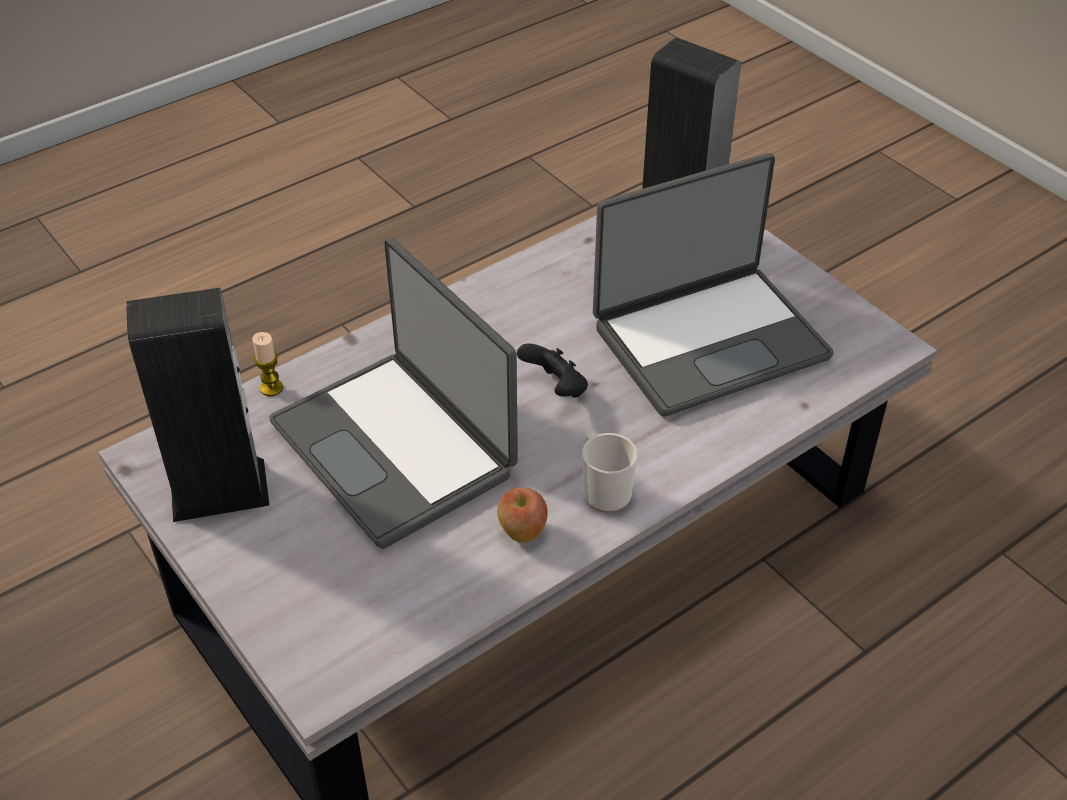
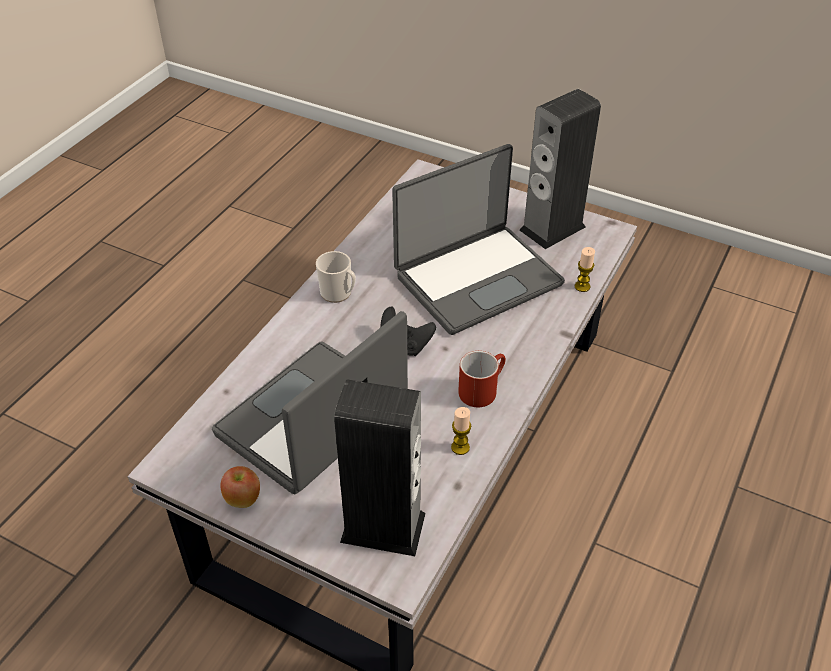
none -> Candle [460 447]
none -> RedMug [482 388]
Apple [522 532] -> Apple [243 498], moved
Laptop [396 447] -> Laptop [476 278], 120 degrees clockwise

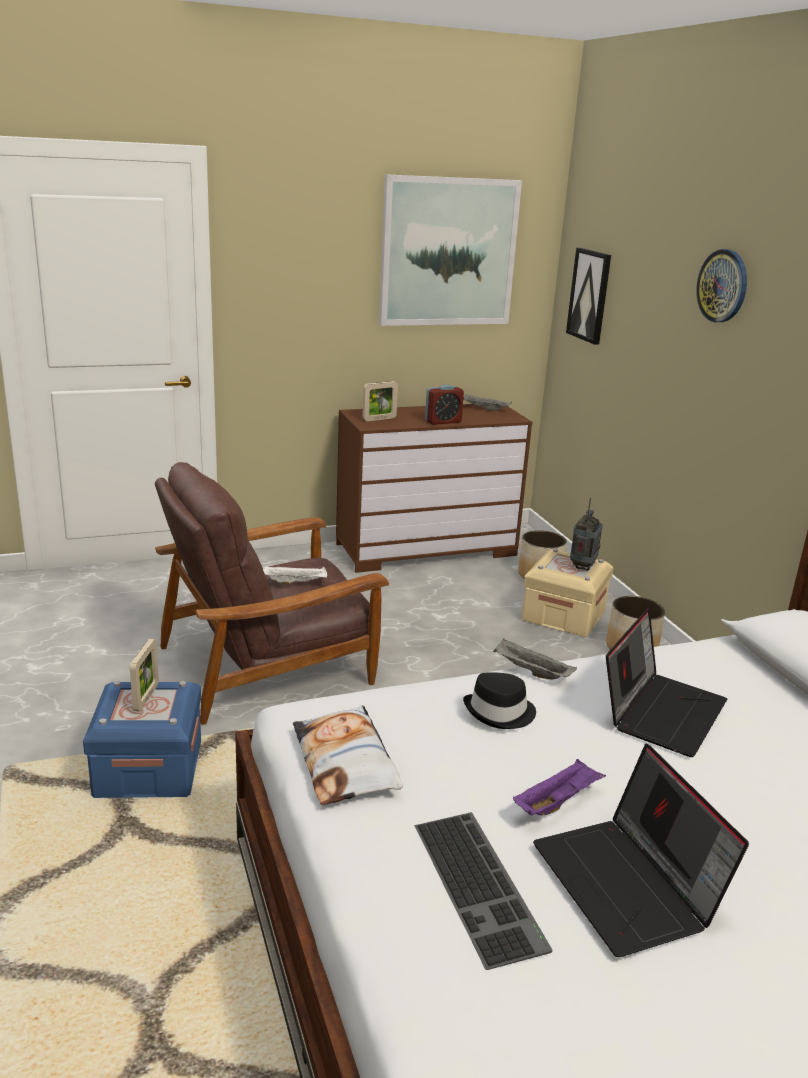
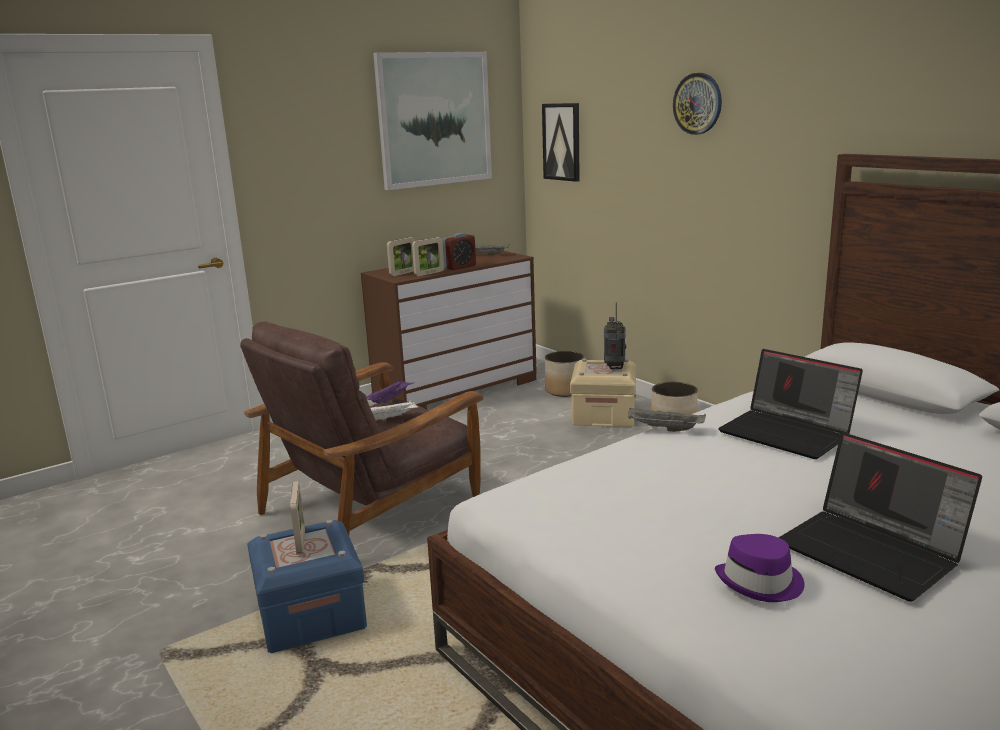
Pillow [346 763] -> none
BlackHat [500 712] -> none
none -> PictureFrame [429 273]
PurpleTray [557 802] -> PurpleTray [390 400], moved
Keyboard [482 885] -> PurpleHat [761 582]
Laptop [661 711] -> Laptop [788 433], 120 degrees clockwise

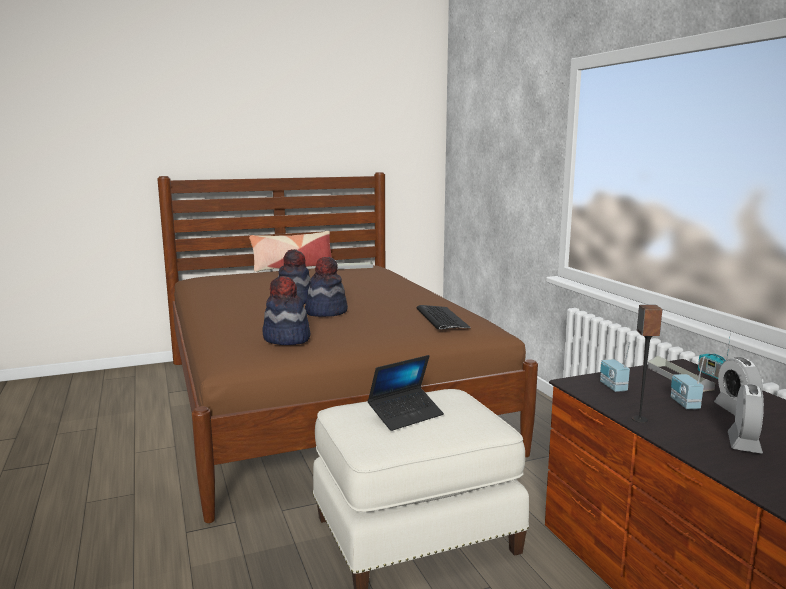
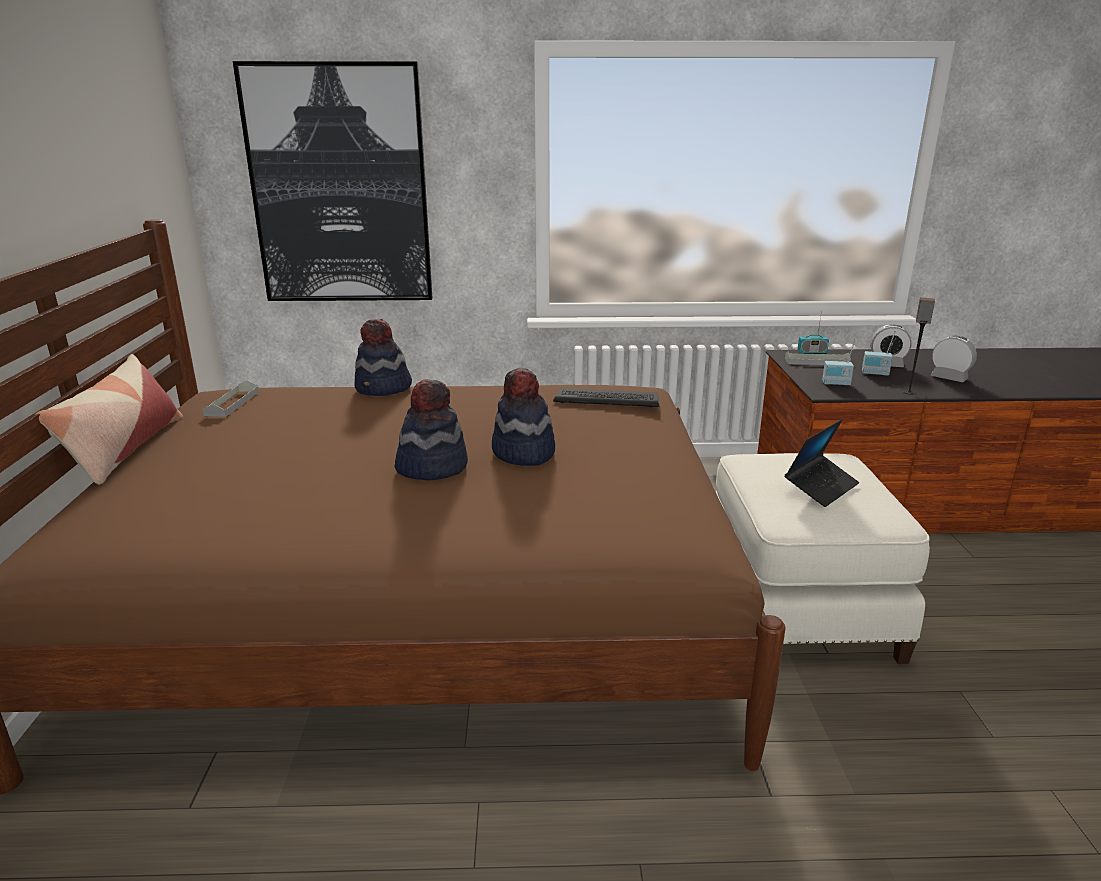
none -> Picture [340 187]
Hat [286 339] -> Hat [383 388], moved
Laptop [406 415] -> Laptop [821 487], 60 degrees clockwise

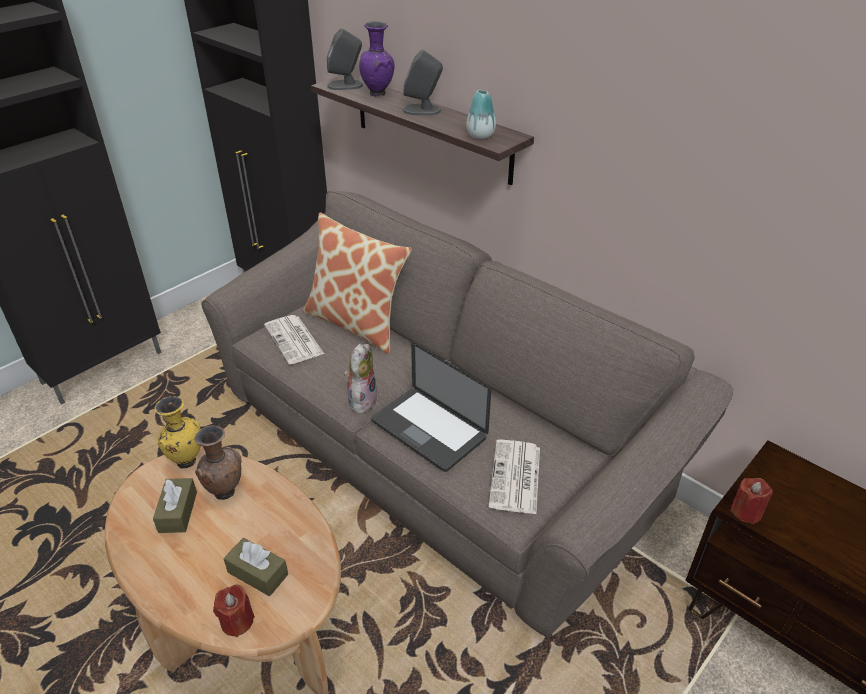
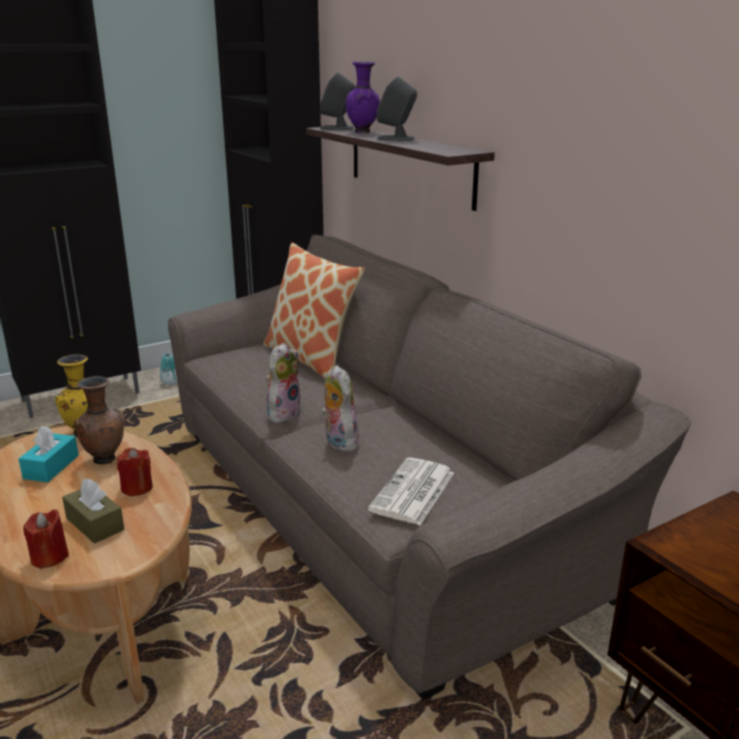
Newspaper [294 340] -> none
Vase [480 135] -> Vase [170 383], moved
RedCandle [746 511] -> RedCandle [137 488], moved
Laptop [428 429] -> PlushToy [338 442]
BrownTissueBox [178 512] -> TurquoiseTissueBox [51 467]

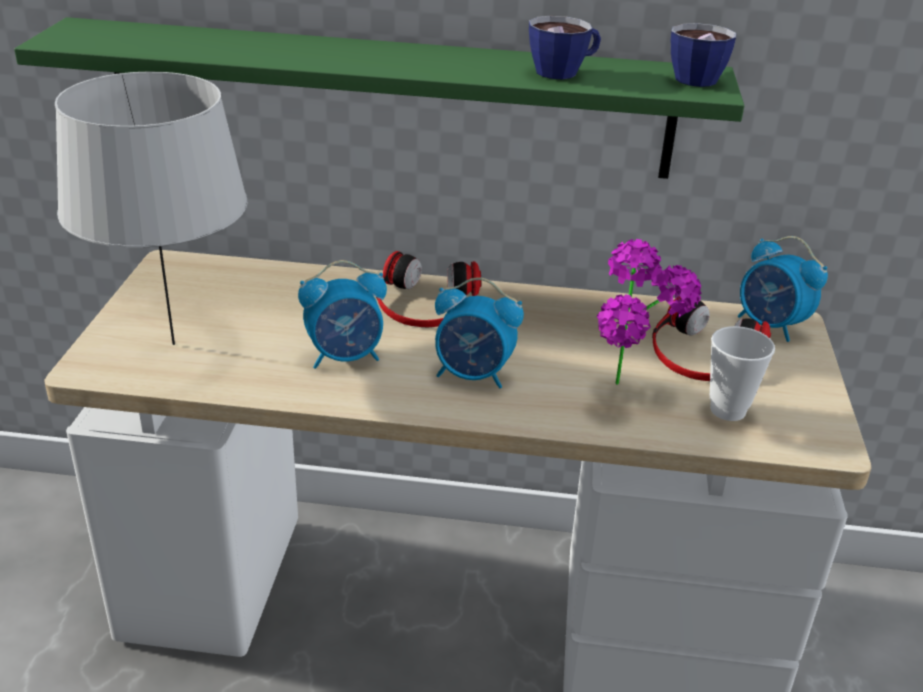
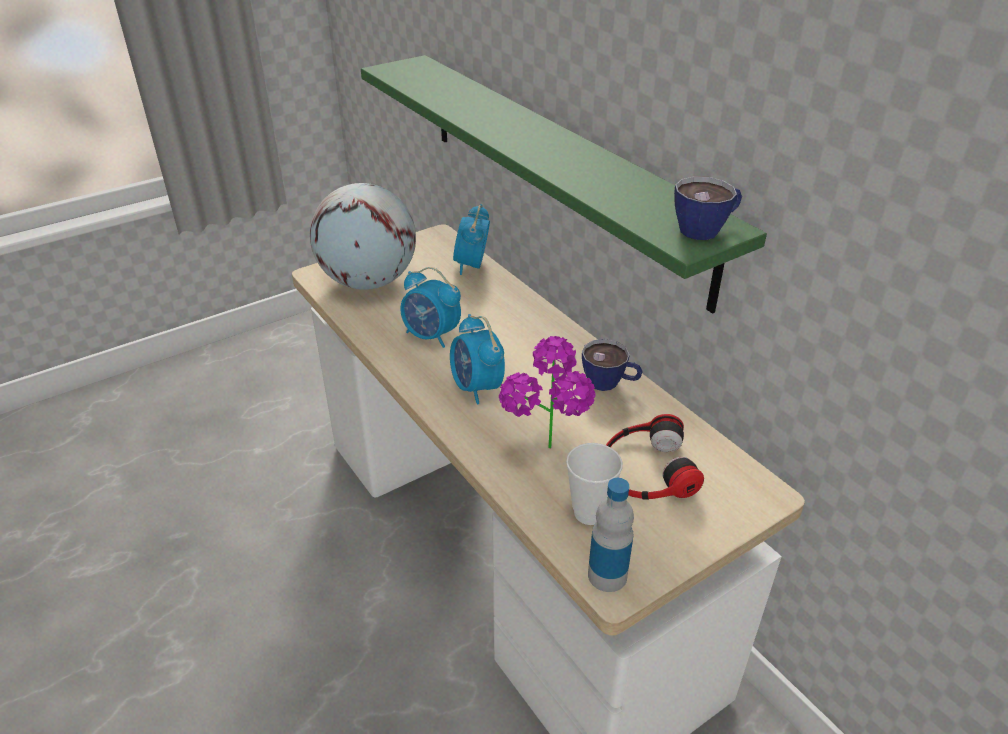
Headphones [426 303] -> none
none -> Bottle [607 575]
Cup [564 72] -> Cup [610 383], moved
AlarmClock [771 326] -> AlarmClock [472 265], moved
GreyTableLamp [173 344] -> Globe [369 281]

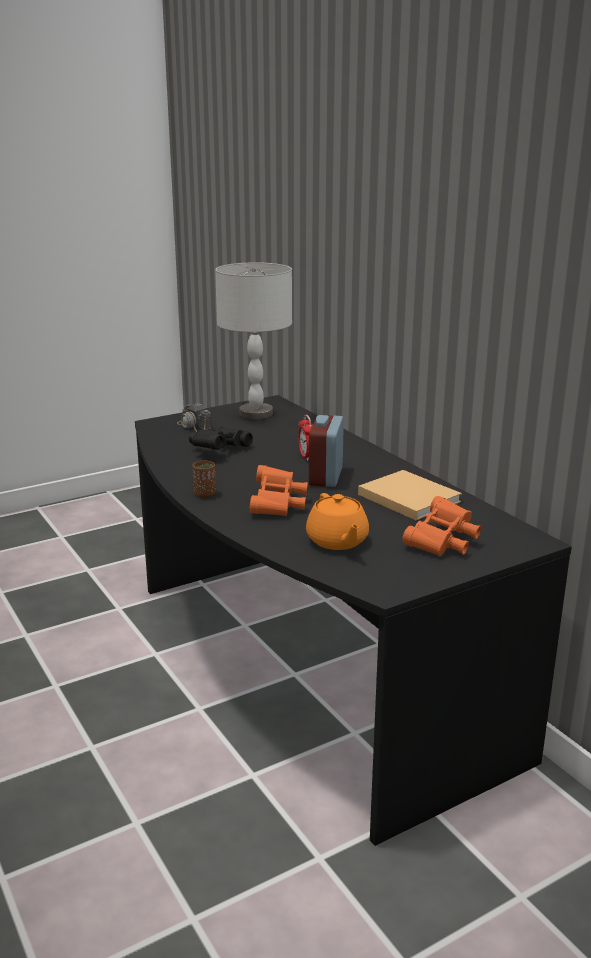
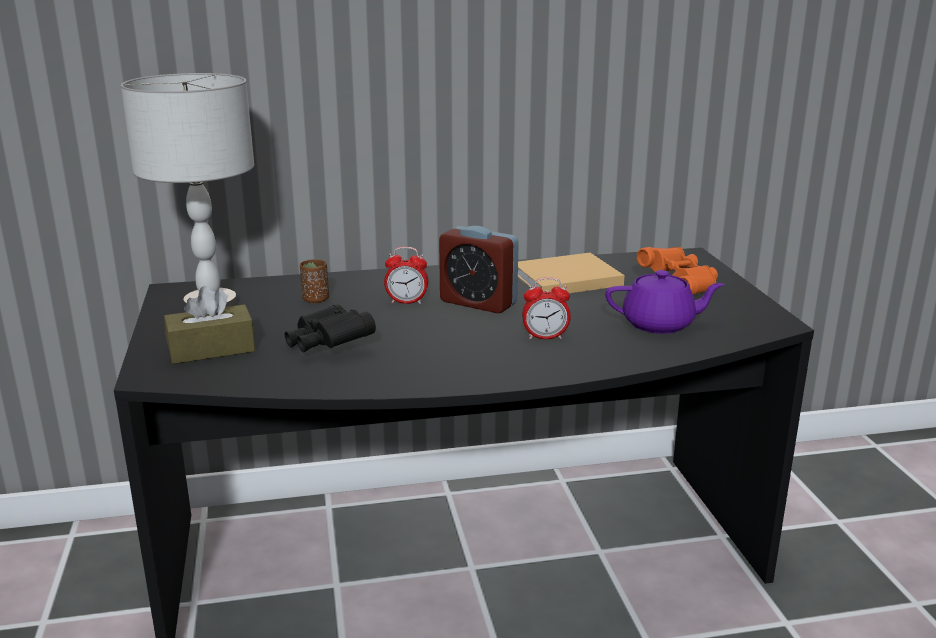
BrownCup [204 494] -> BrownCup [315 299], moved
PhotoCamera [194 427] -> BrownTissueBox [211 349]
OrangeBinoculars [278 505] -> AlarmClock [545 337]
OrangeTeapot [337 541] -> PurpleTeapot [659 324]

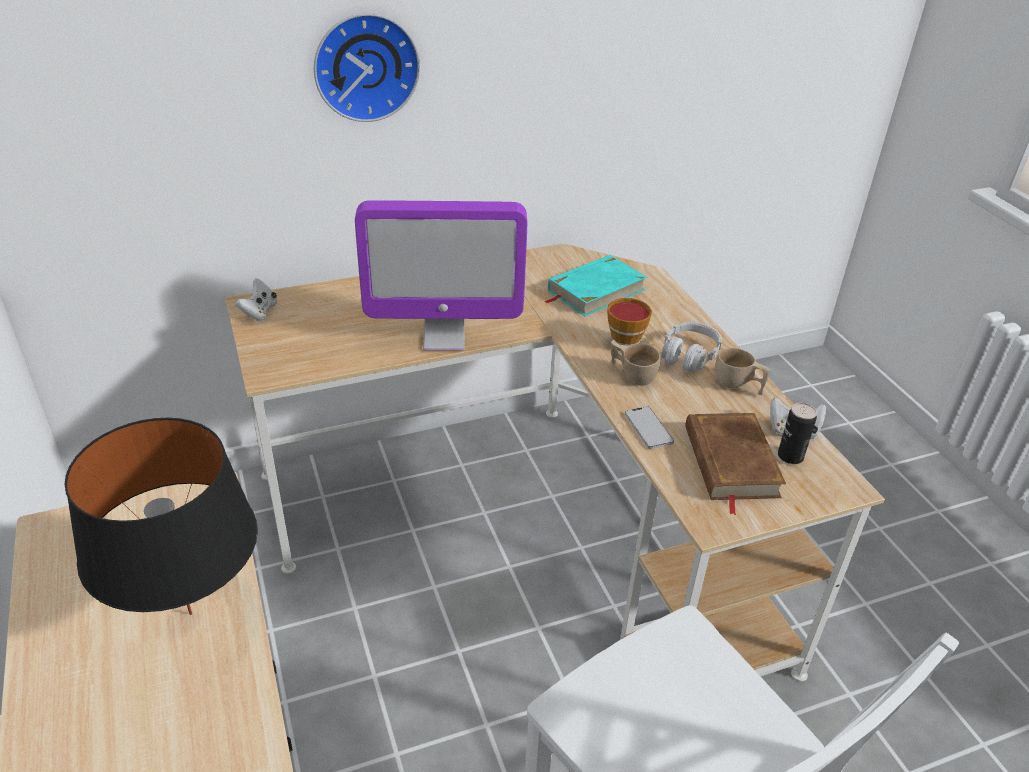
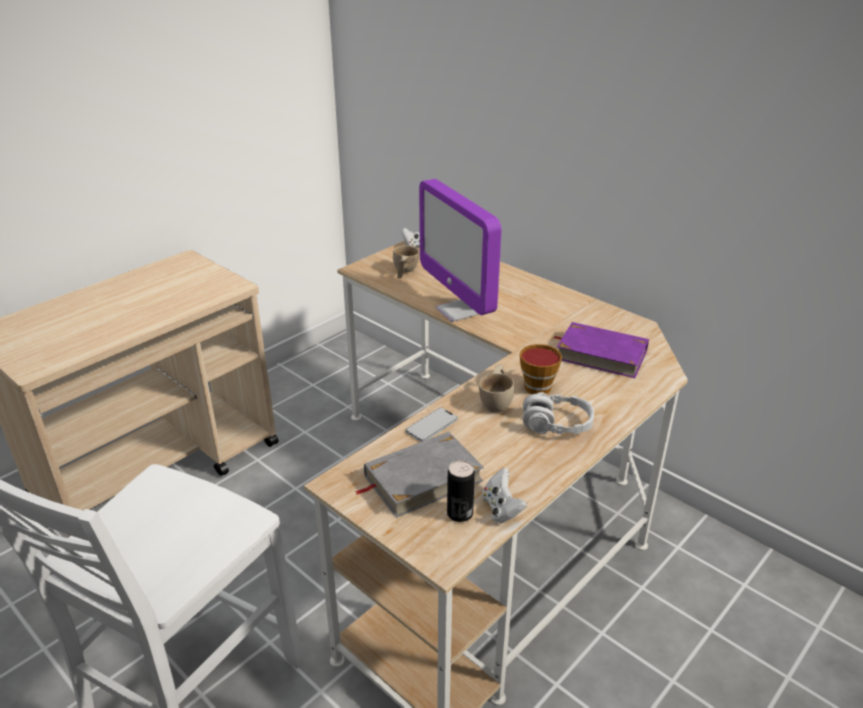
BlackTableLamp [191 613] -> none
WallClock [365 66] -> none
BeigeCup [738 385] -> BeigeCup [404 272], moved
TurquoiseBook [595 290] -> PurpleBook [601 354]
BrownBook [730 462] -> GreyBook [422 478]

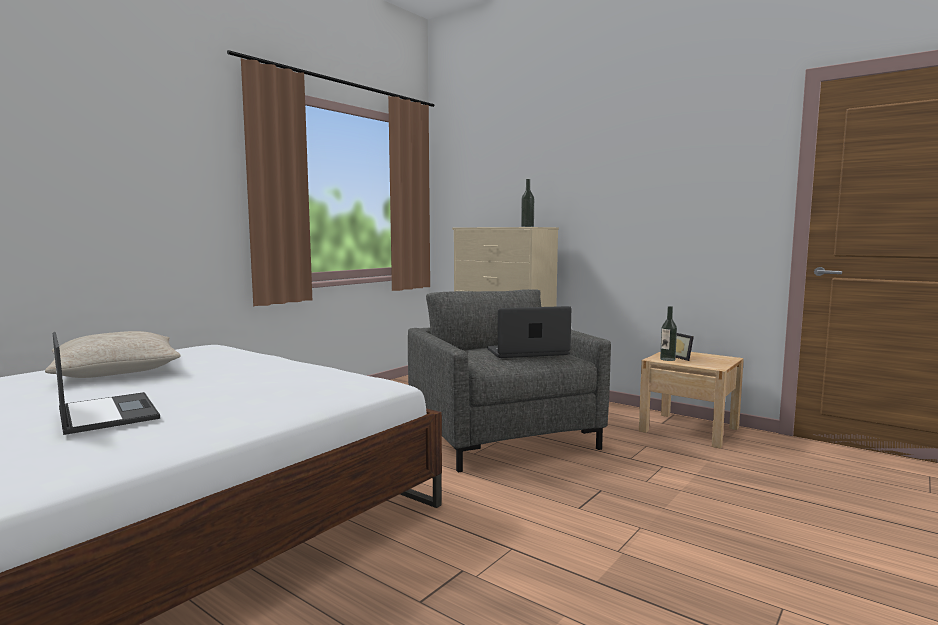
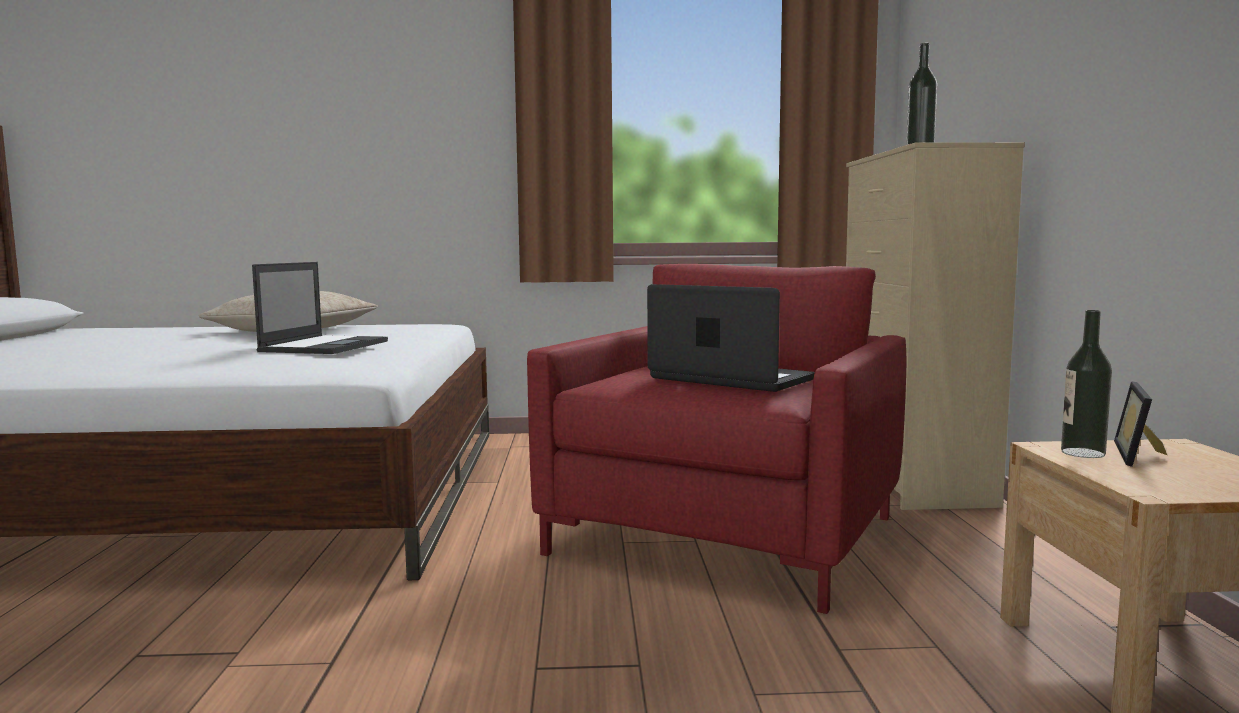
Laptop [107 413] -> Laptop [325 346], moved
GreyArmchair [503 436] -> RedArmchair [726 536]

